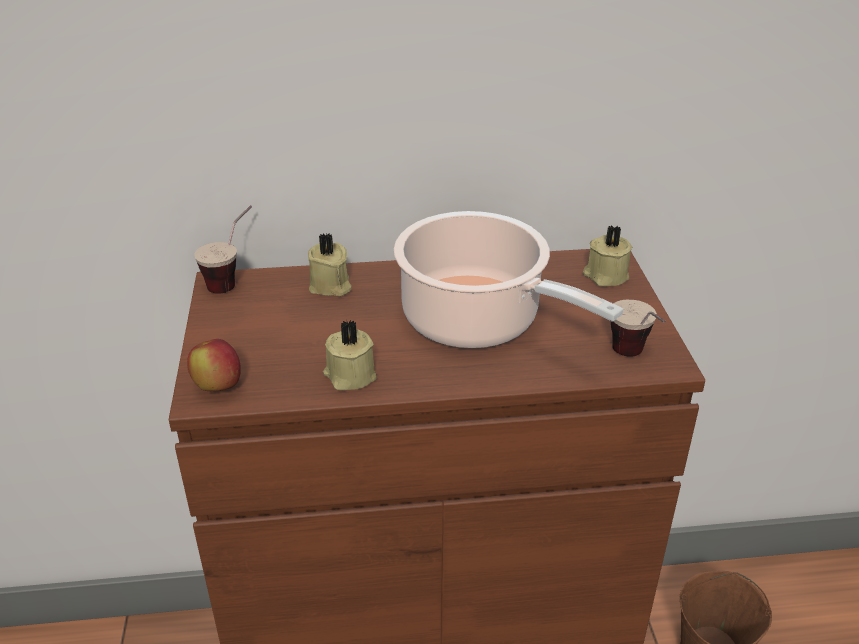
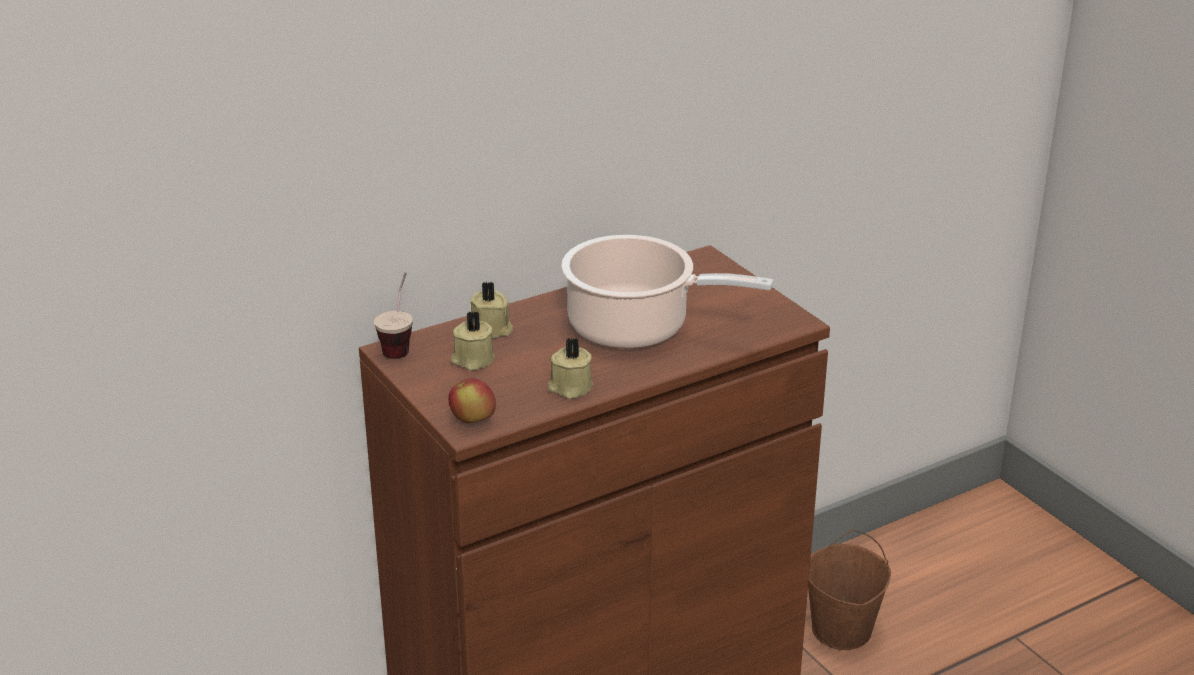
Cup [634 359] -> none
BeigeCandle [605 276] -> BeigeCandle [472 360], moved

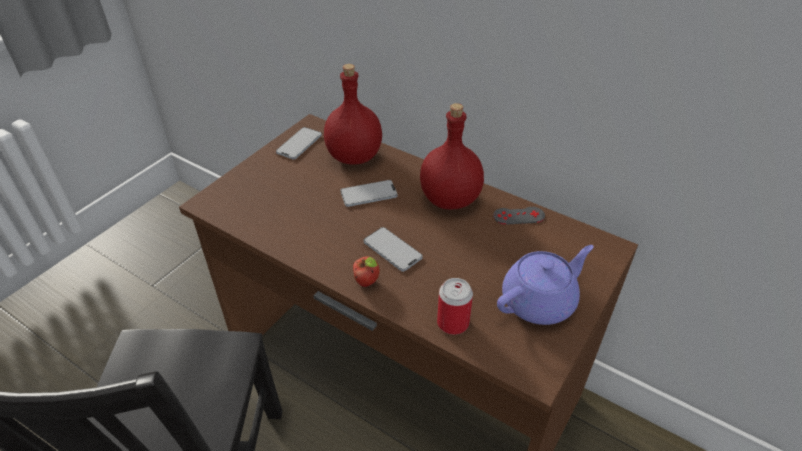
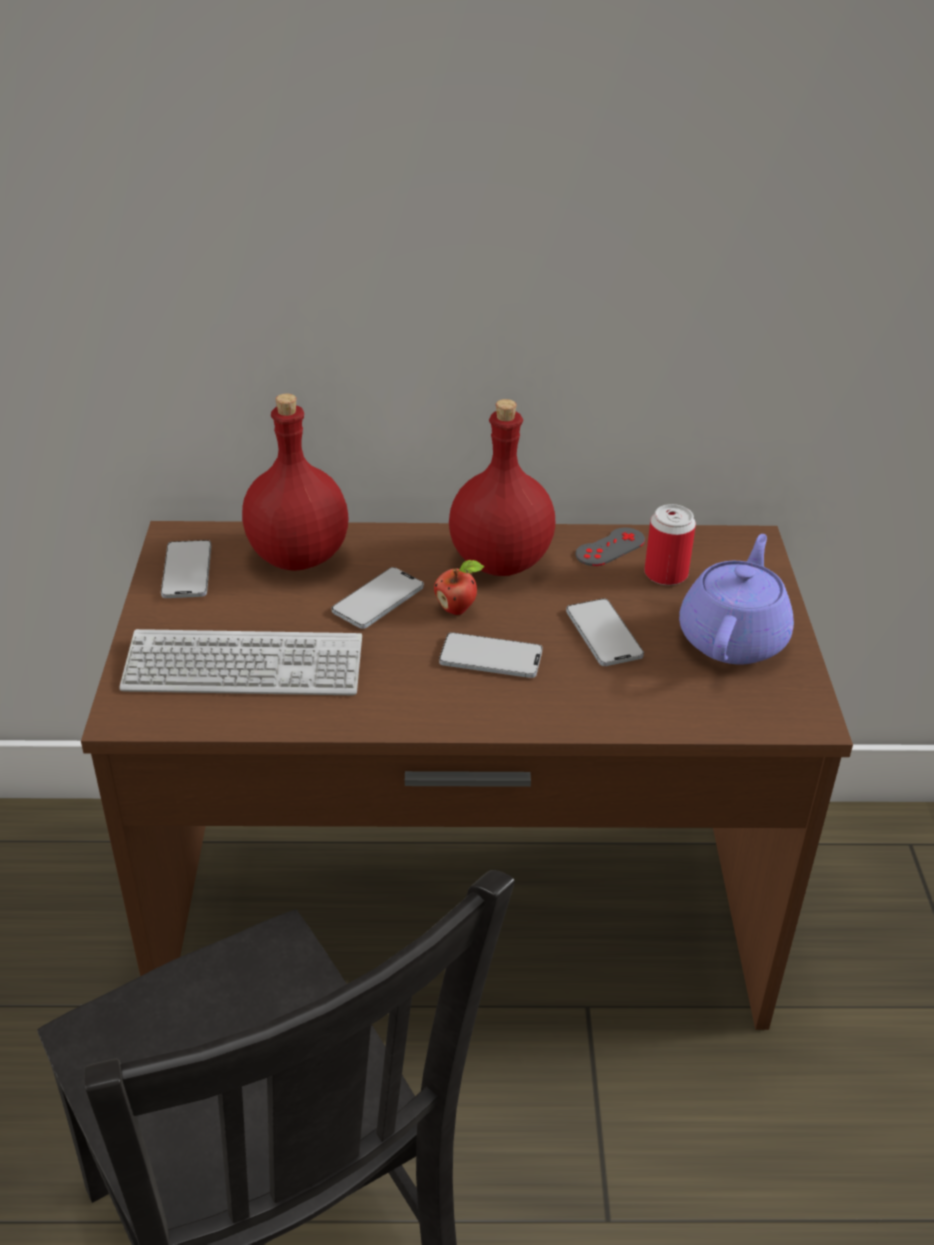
none -> Keyboard [244 667]
none -> Phone [603 634]
Apple [367 282] -> Apple [458 609], moved
Can [453 323] -> Can [666 574], moved

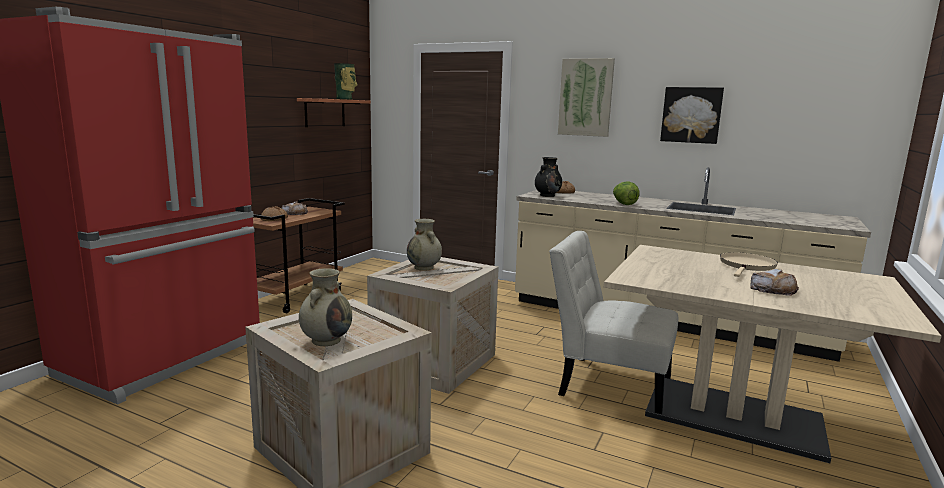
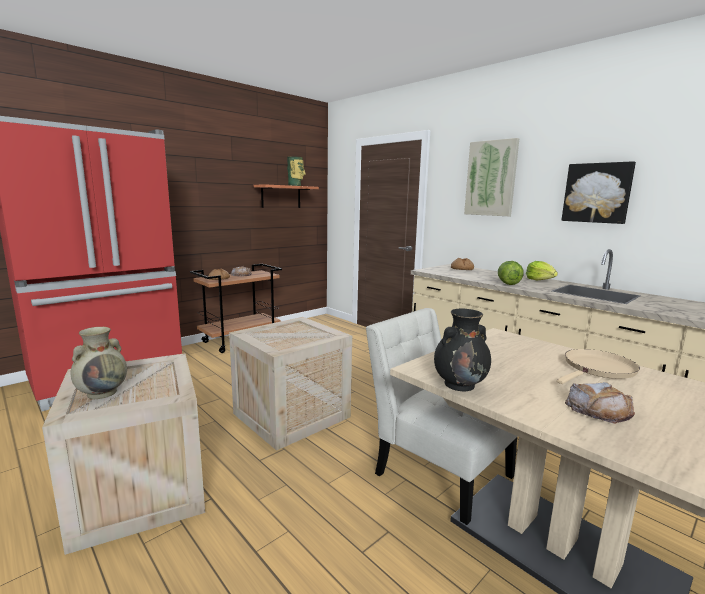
BeigeVase [424 268] -> none
none -> Lettuce [540 280]
BlackVase [547 195] -> BlackVase [460 384], moved

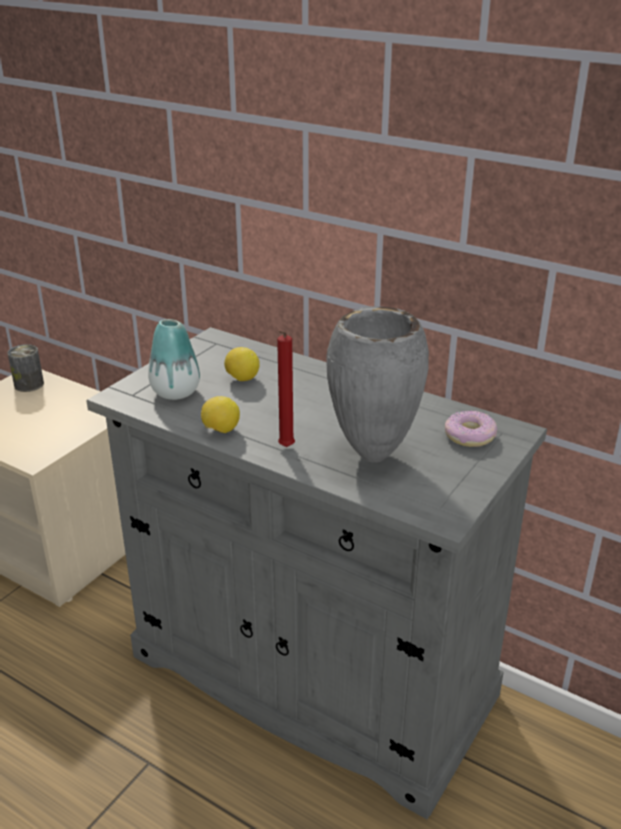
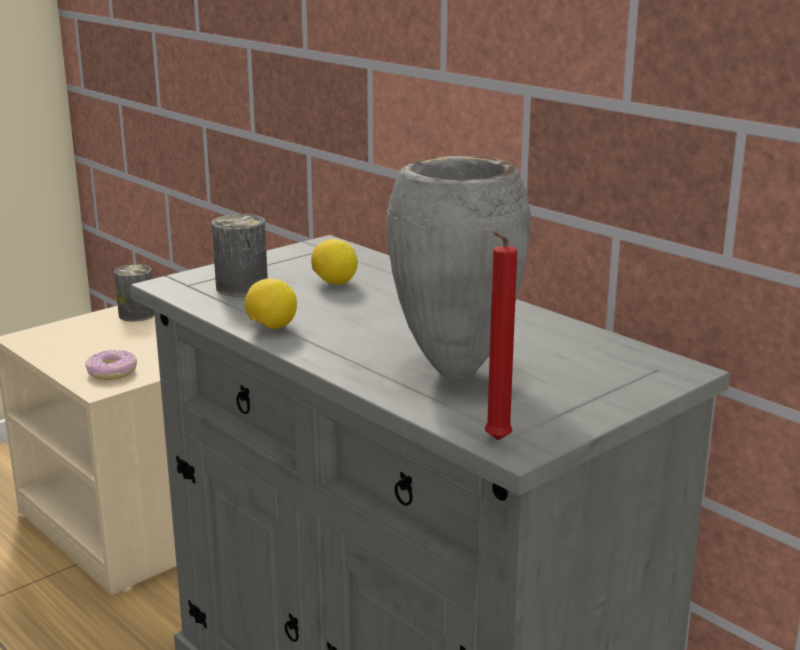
RedCandle [285 448] -> RedCandle [495 442], moved
Donut [470 436] -> Donut [112 372], moved
Vase [175 392] -> Can [242 287]

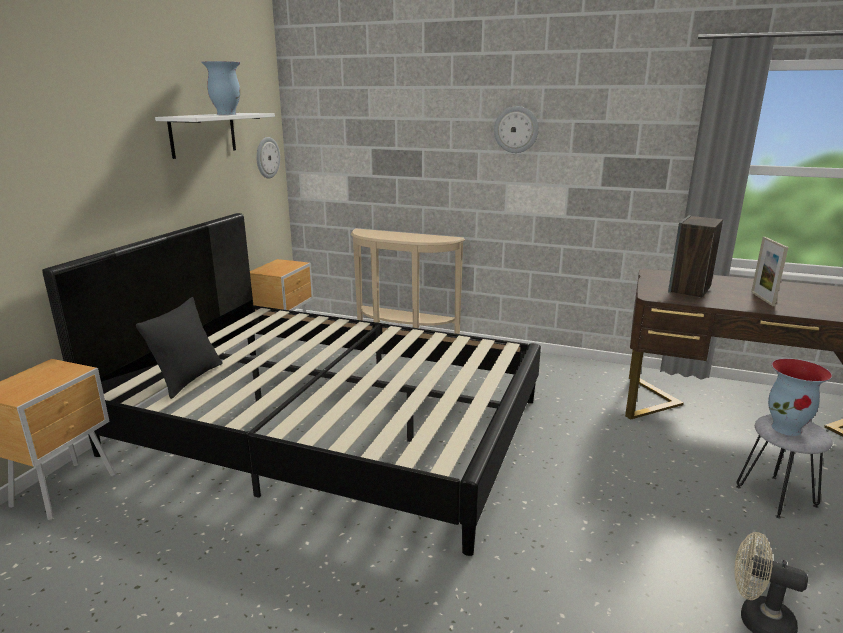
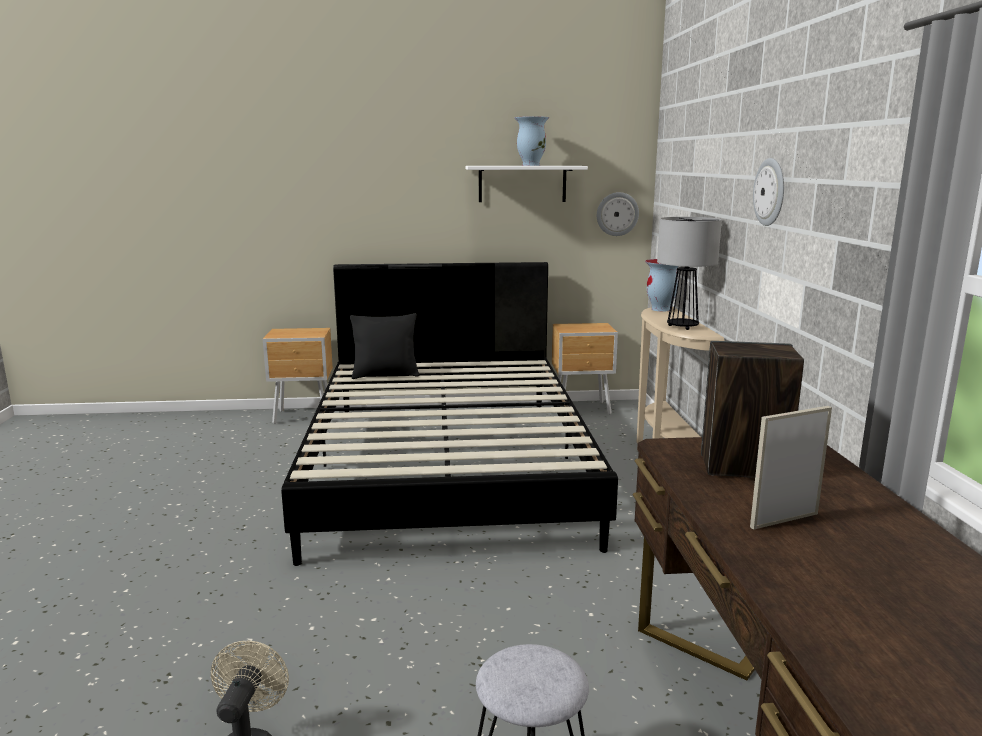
none -> TableLamp [682 327]
Vase [787 428] -> Vase [661 309], moved

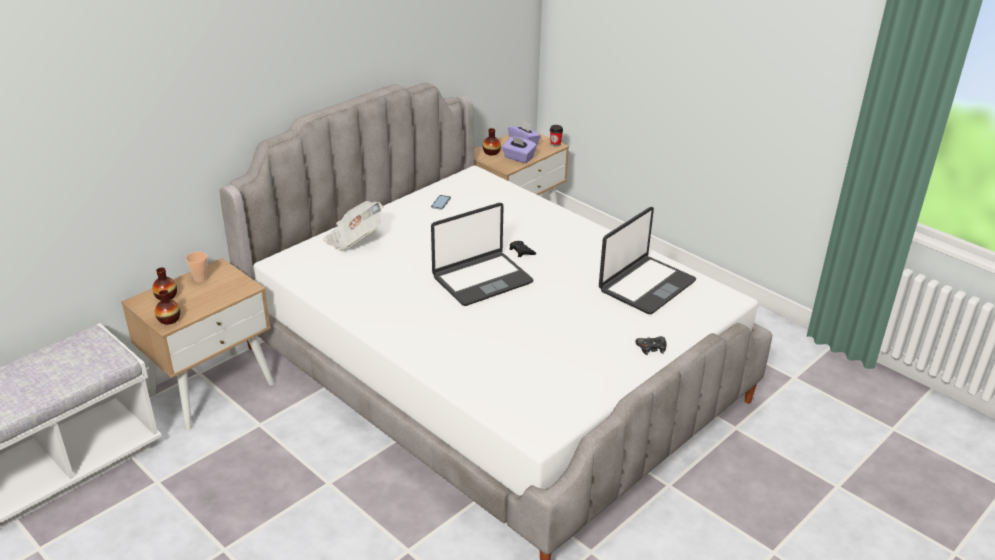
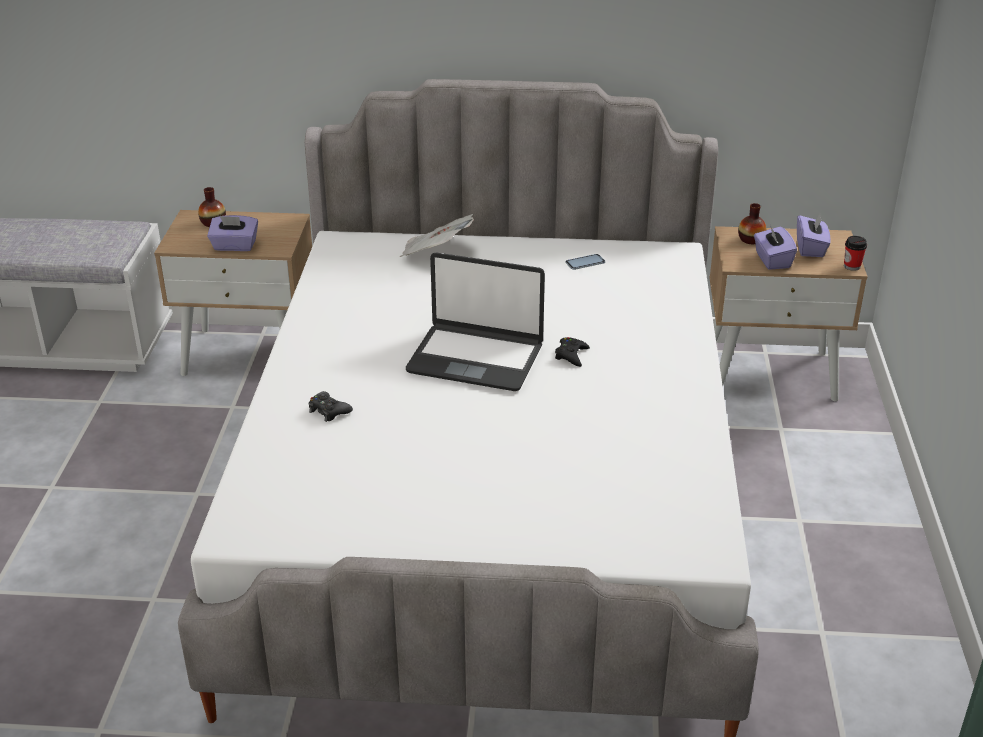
Vase [169 319] -> none
Cup [200 279] -> none
Laptop [646 285] -> none
none -> PurpleTissueBox [234 246]
BlackGameController [651 348] -> BlackGameController [328 411], moved

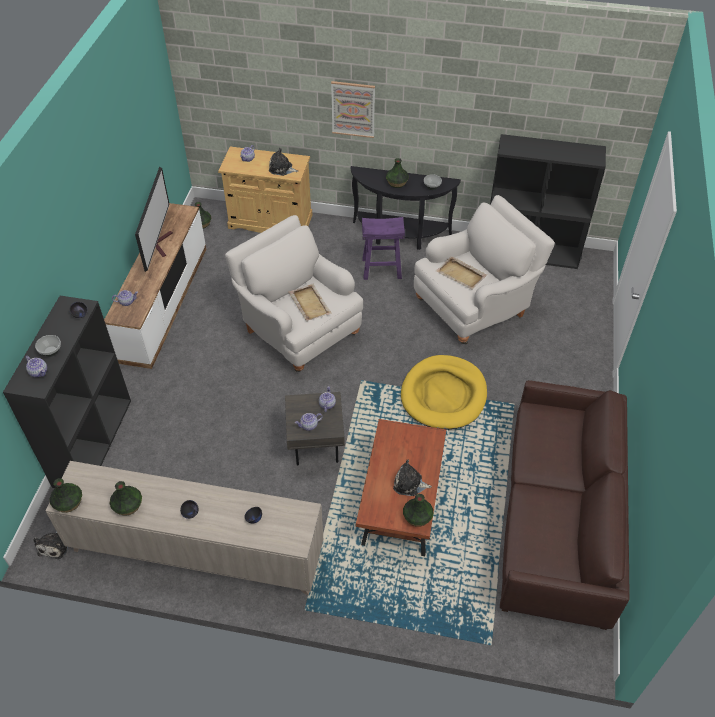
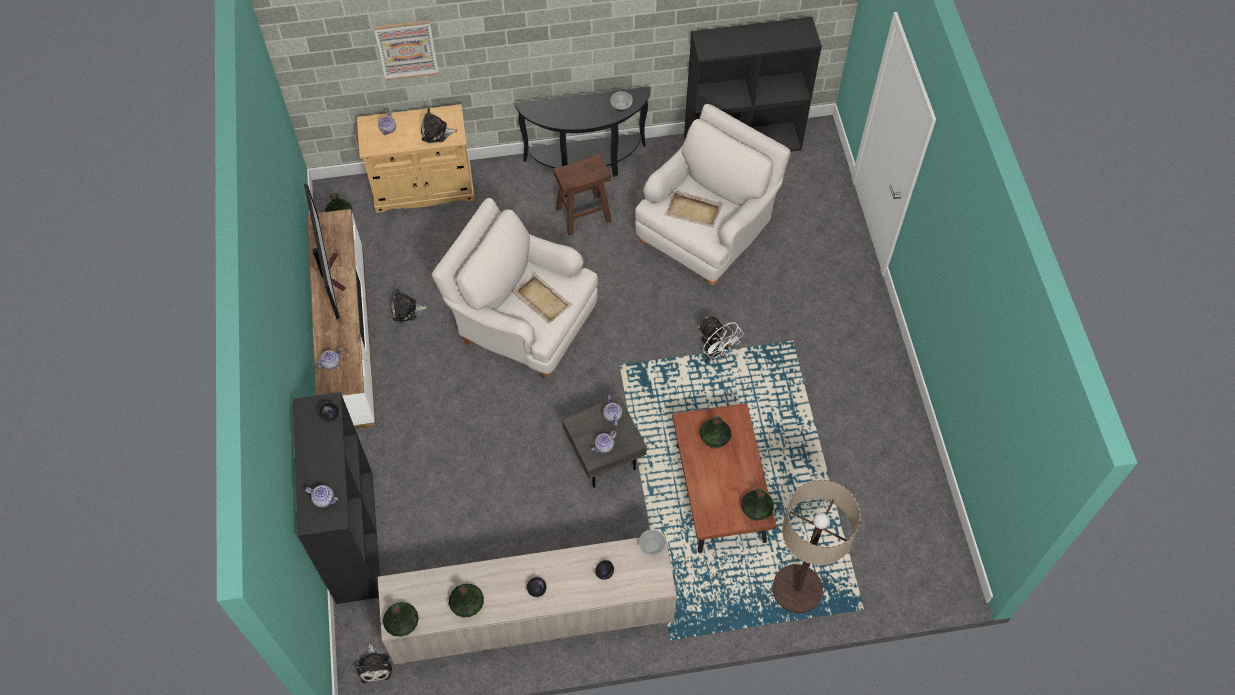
BrownSofa [556 521] -> none
none -> FloorLamp [797 589]
Bowl [50 351] -> Bowl [651 547], moved
Picture [353 109] -> Picture [406 49], moved
Vase [396 183] -> Vase [714 438], moved
PlushToy [409 484] -> PlushToy [406 310], moved
YellowDogBed [443 395] -> WhiteFan [715 354]
PurpleStool [382 268] -> BrownStool [583 214]

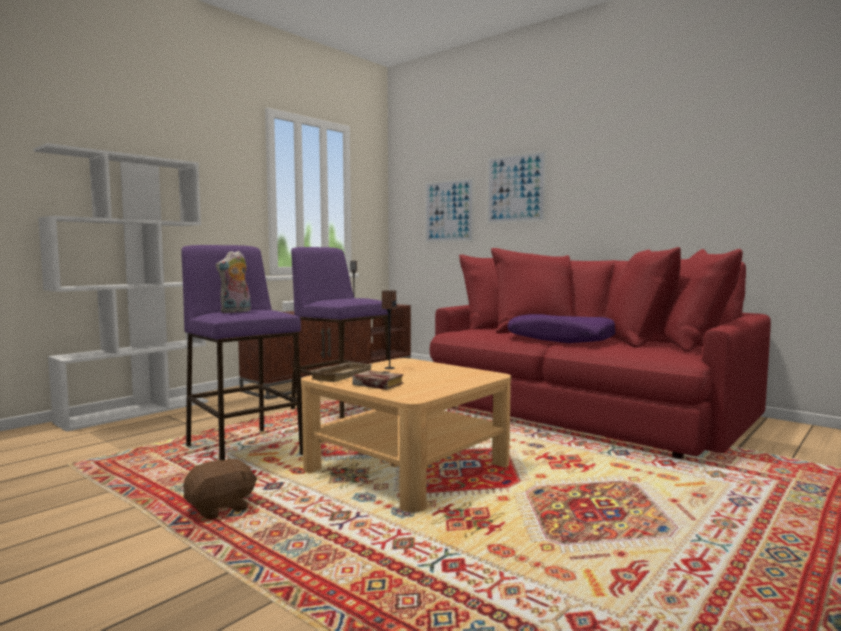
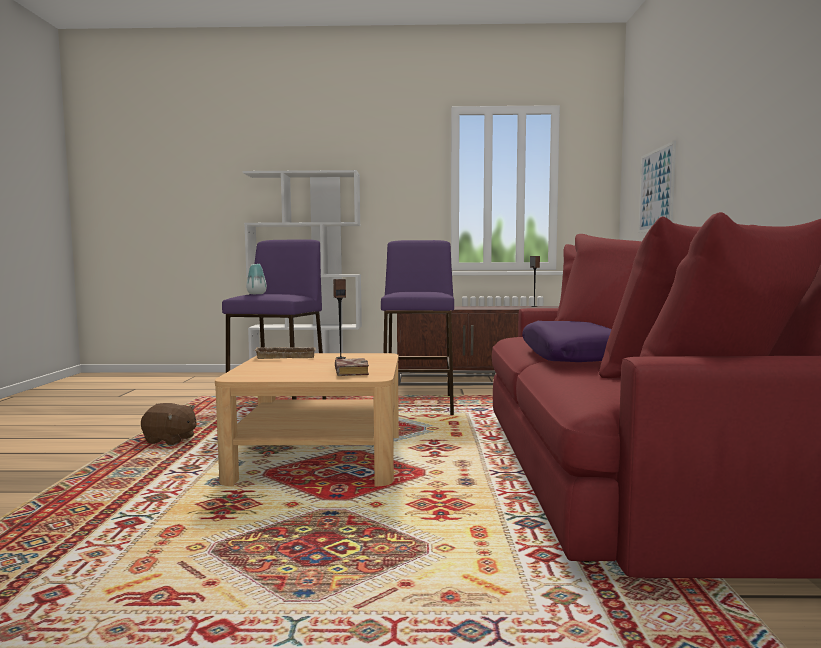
Picture [515 188] -> none
Book [375 385] -> Book [349 372], moved
PlushToy [236 312] -> Vase [256 294]

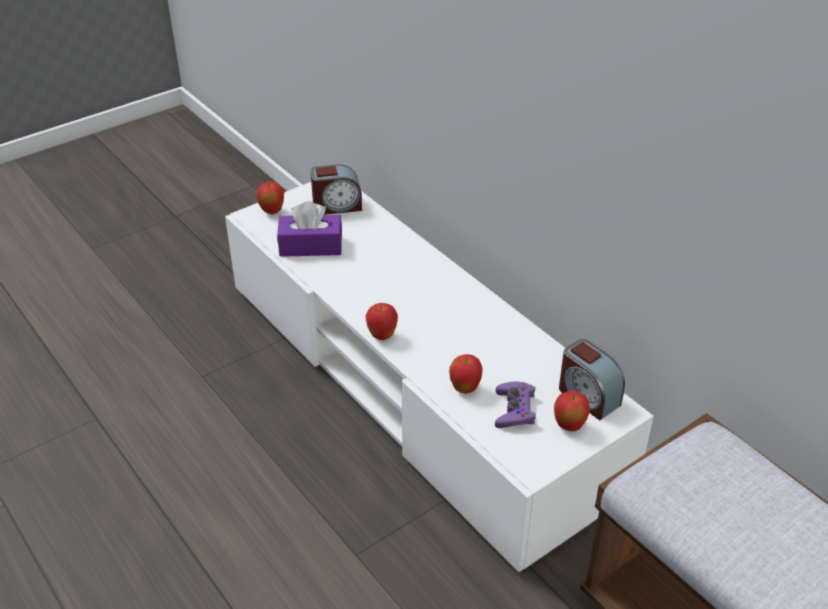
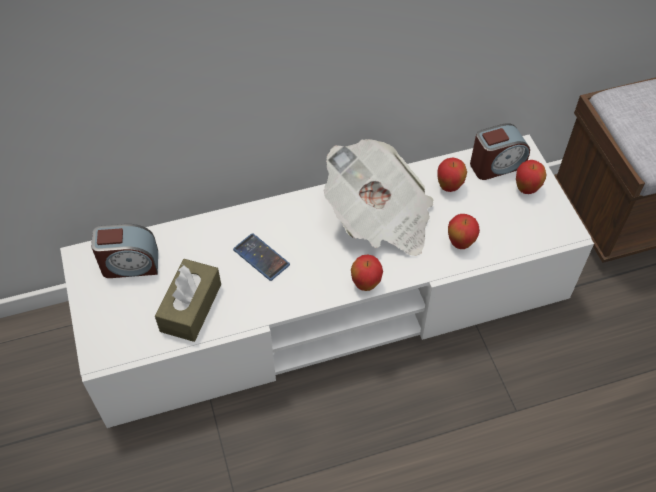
PurpleGameController [514 410] -> none
none -> Phone [261 257]
none -> Newspaper [379 217]
Apple [272 212] -> Apple [449 187], moved
PurpleTissueBox [311 246] -> BrownTissueBox [191 307]
AlarmClock [337 206] -> AlarmClock [130 264], 75 degrees clockwise

